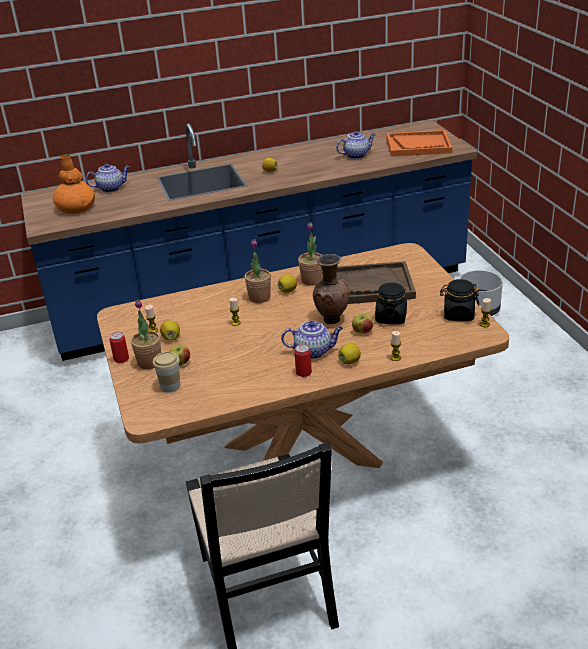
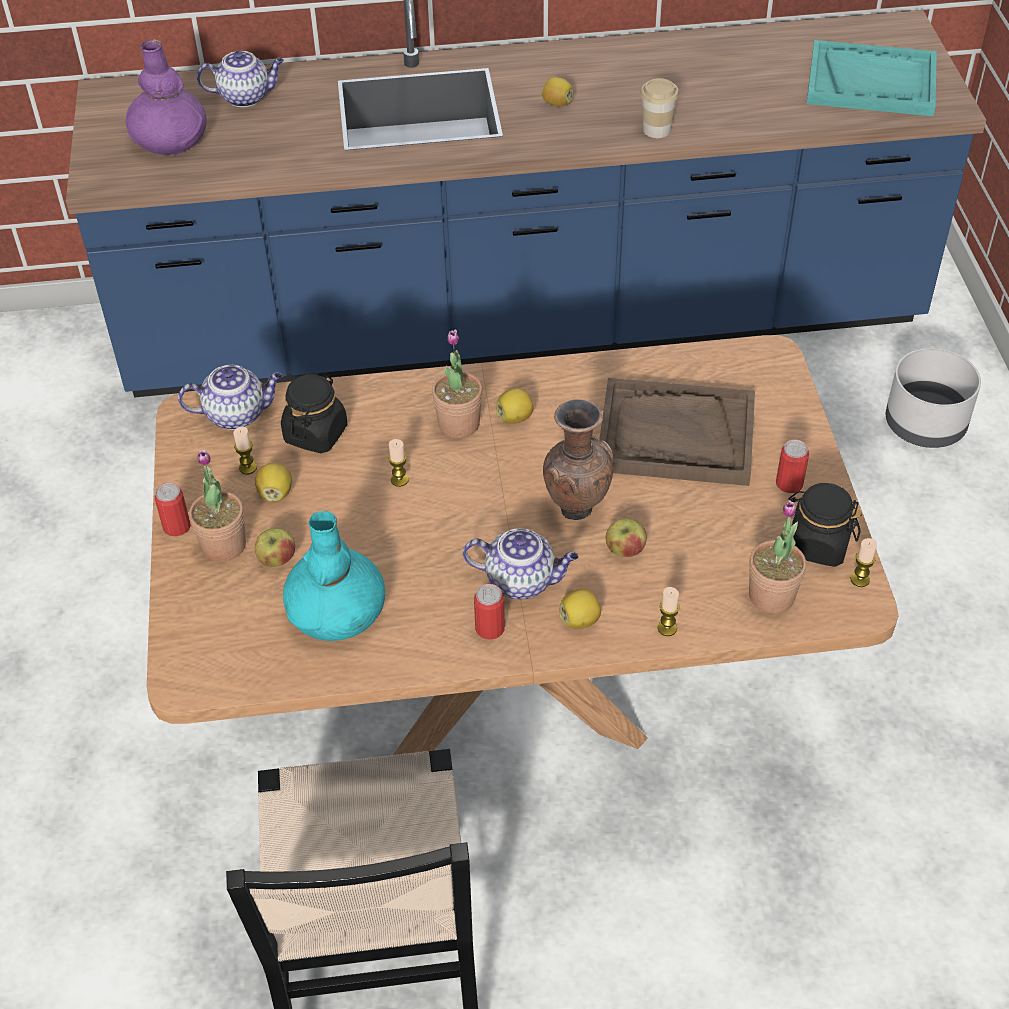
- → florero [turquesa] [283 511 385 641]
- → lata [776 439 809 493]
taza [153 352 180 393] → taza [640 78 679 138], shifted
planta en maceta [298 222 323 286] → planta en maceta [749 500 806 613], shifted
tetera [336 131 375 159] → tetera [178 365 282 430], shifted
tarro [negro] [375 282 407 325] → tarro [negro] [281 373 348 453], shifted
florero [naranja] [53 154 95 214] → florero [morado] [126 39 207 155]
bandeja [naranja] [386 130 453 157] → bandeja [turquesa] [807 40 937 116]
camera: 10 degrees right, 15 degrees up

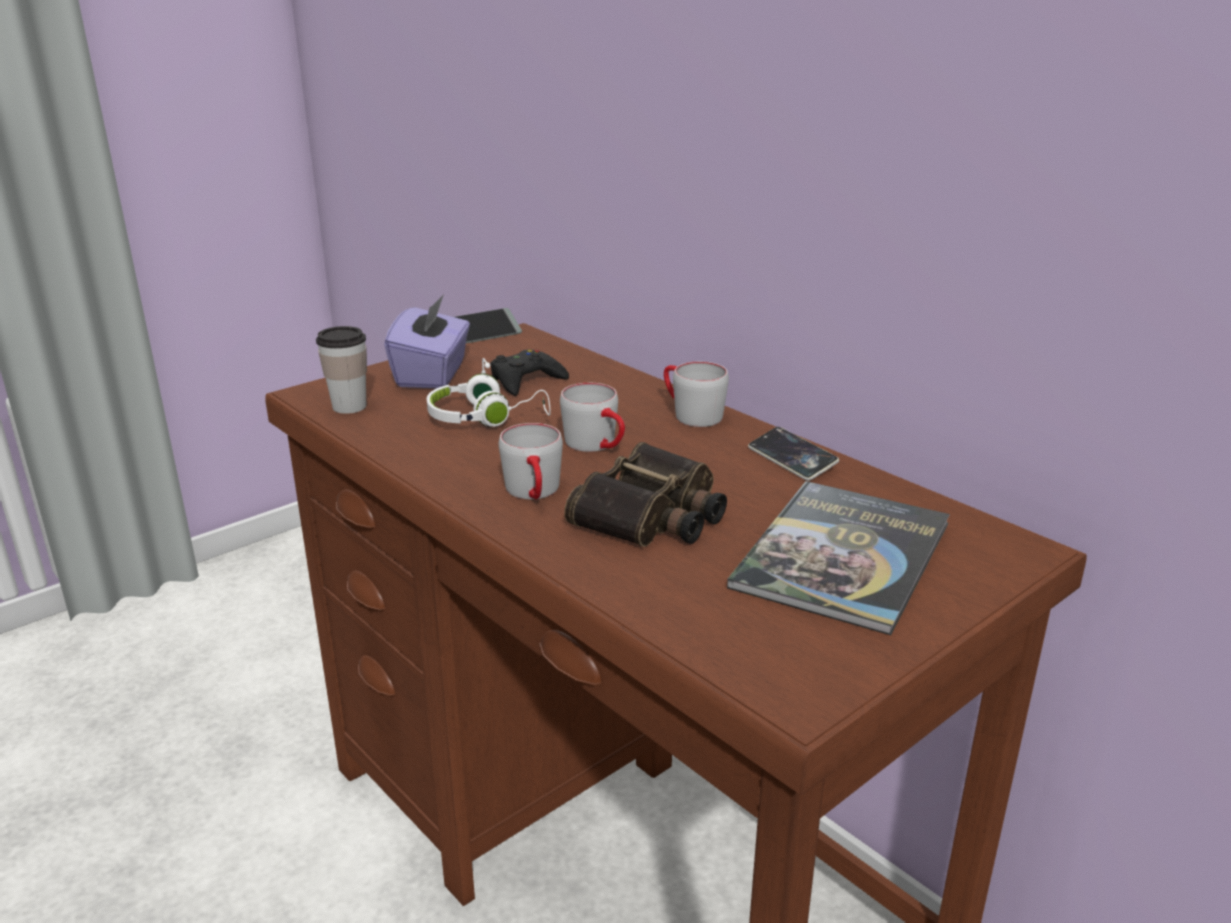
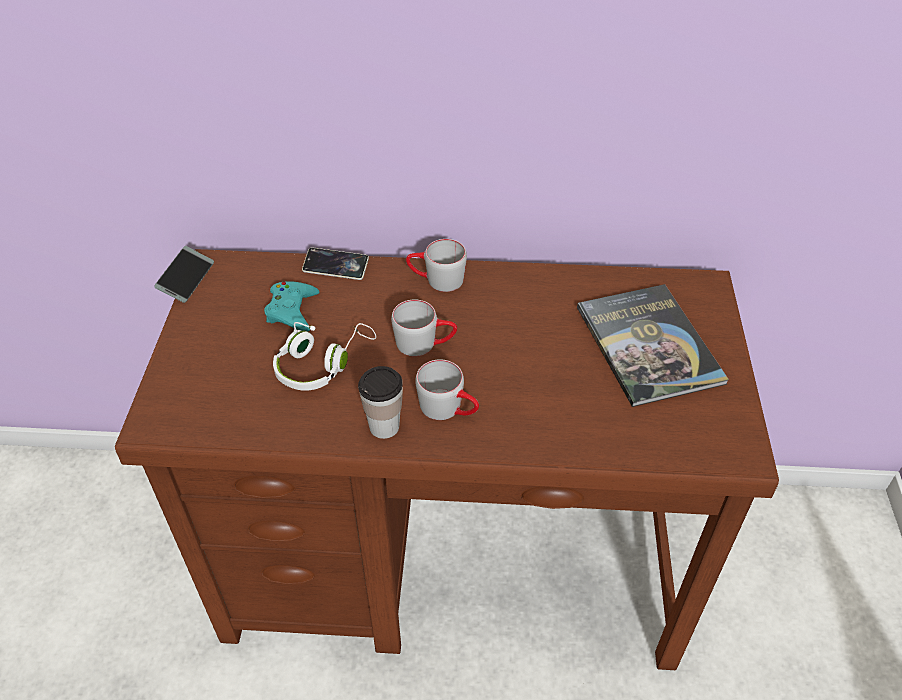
caja de pañuelos [morado] [384 294 470 388] → -
prismáticos [565 442 727 547] → -
taza [316 326 367 414] → taza [358 366 403 439], shifted
móvil [748 427 839 481] → móvil [302 247 369 280], shifted
mando de consola [negro] [490 349 569 396] → mando de consola [turquesa] [264 281 319 331]
camera: 45 degrees left, 20 degrees up

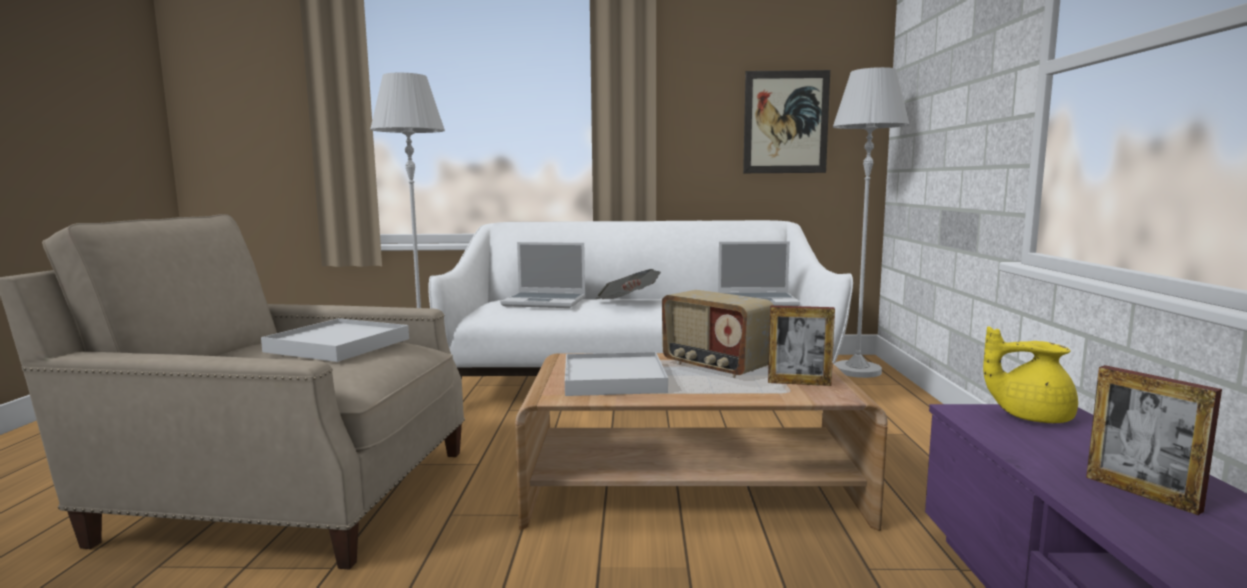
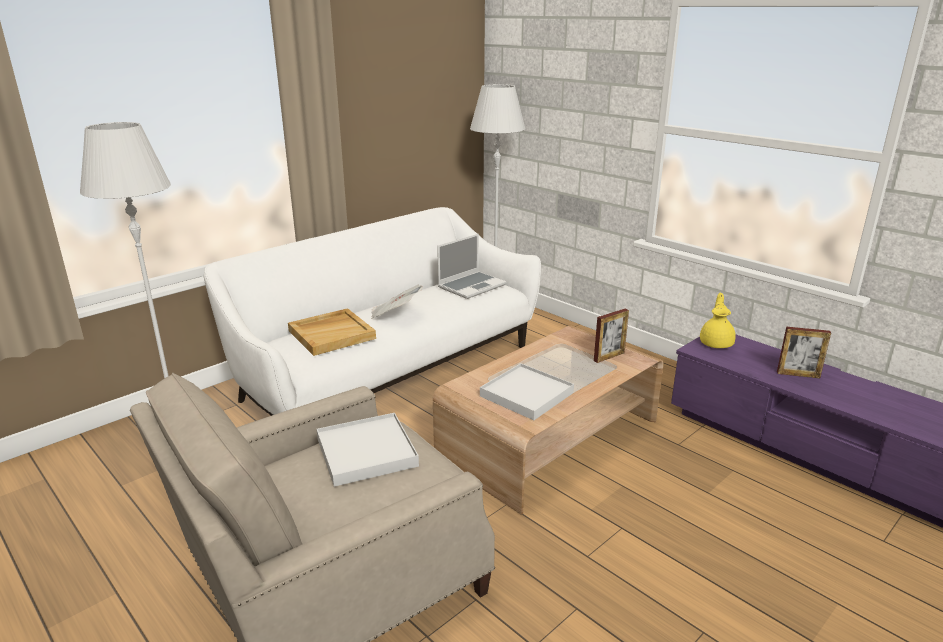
radio [662 290 774 378] → -
cuadro [743 70 830 173] → -
portátil [501 242 586 308] → bandeja [beis] [288 308 376 356]
tetera [amarillo] [983 327 1078 423] → tetera [amarillo] [700 293 736 348], 135 degrees clockwise
camera: 45 degrees left, 15 degrees up

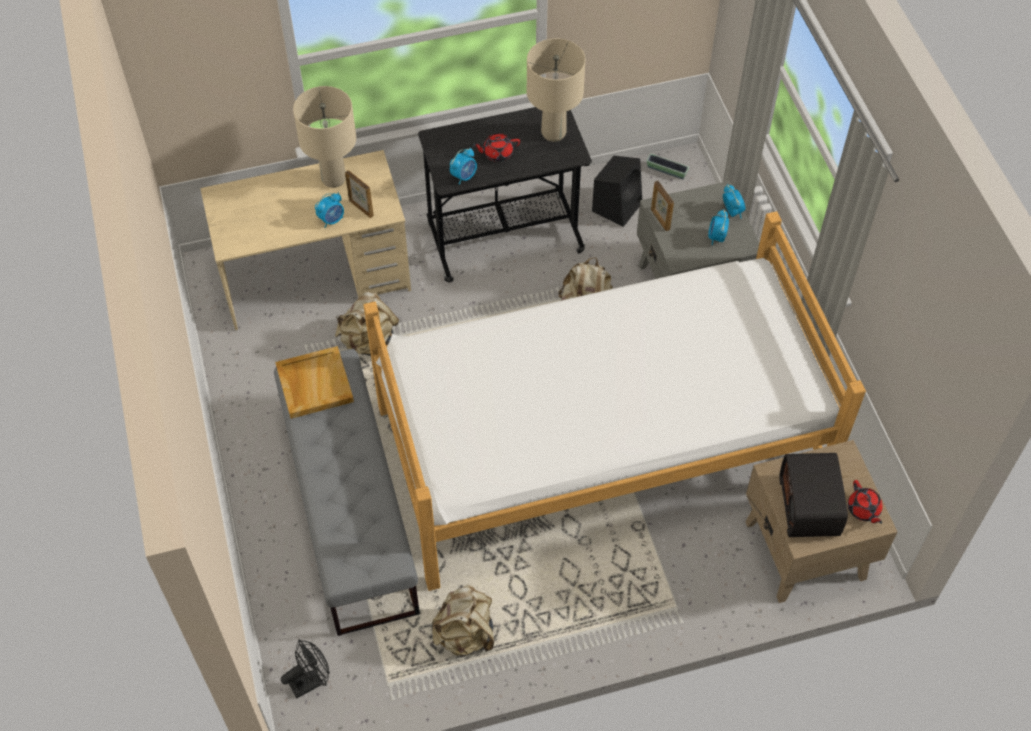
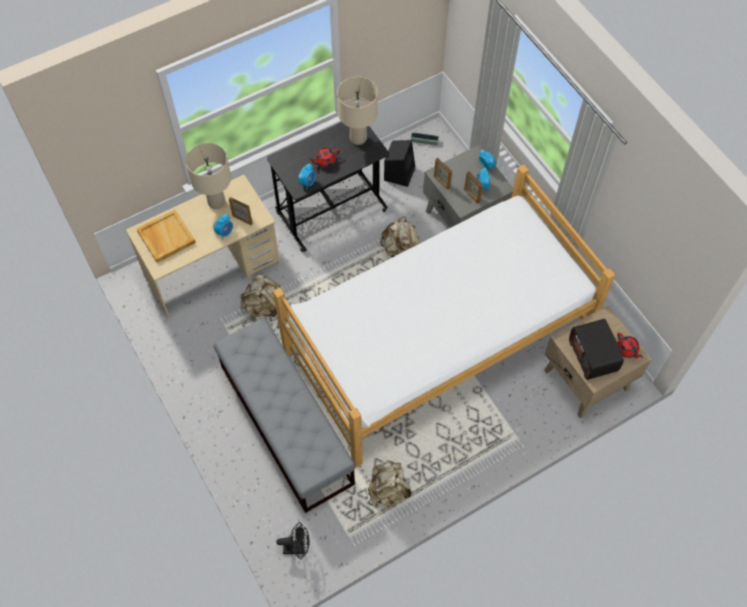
- → portarretratos [464 171 483 203]
bandeja [beis] [275 346 354 419] → bandeja [beis] [137 209 196 263], shifted
ventilador [negro] [281 640 330 698] → ventilador [negro] [276 522 309 559], 45 degrees clockwise
camera: 15 degrees left, 5 degrees up

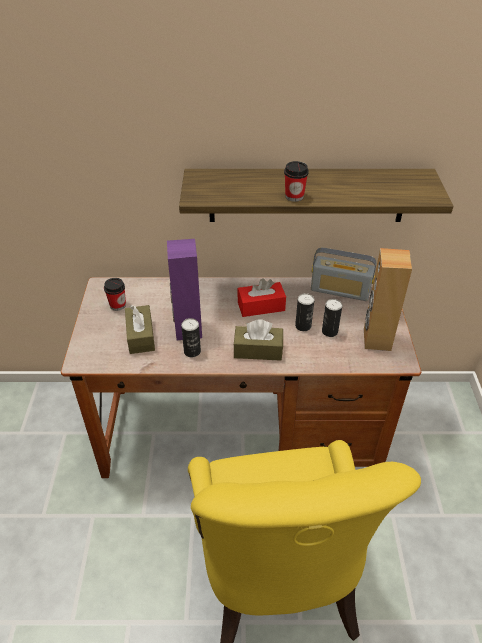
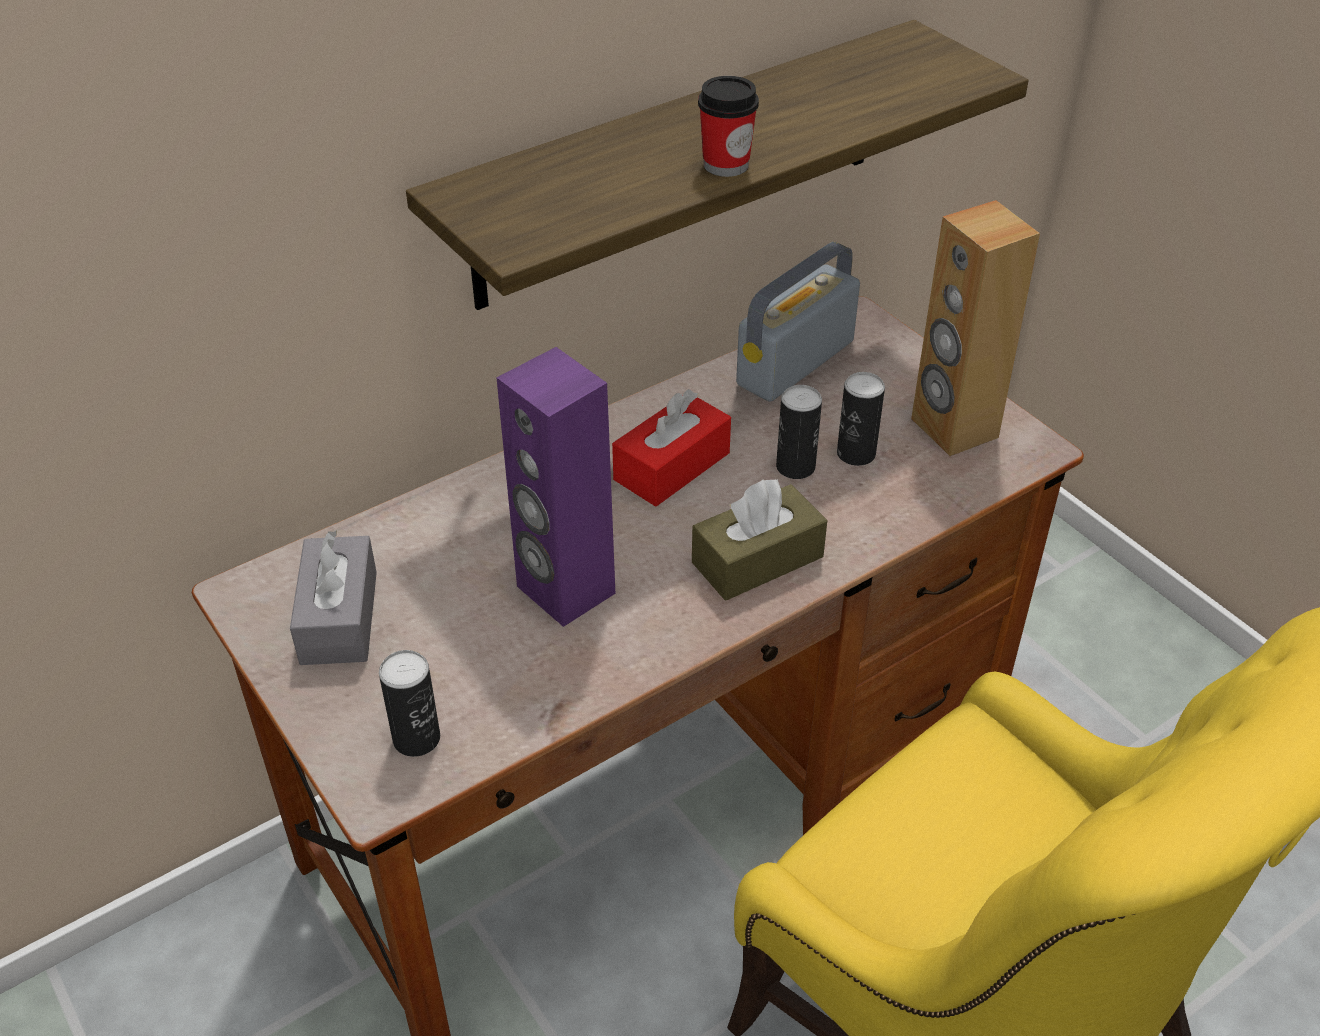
caja de pañuelos [marrón] [125 305 155 354] → -
lata [181 318 201 357] → lata [379 650 440 757], shifted
taza [104 278 126 311] → caja de pañuelos [gris] [290 530 377 665]
radio [311 248 377 301] → radio [736 242 860 402], 150 degrees clockwise
camera: 35 degrees left, 0 degrees up

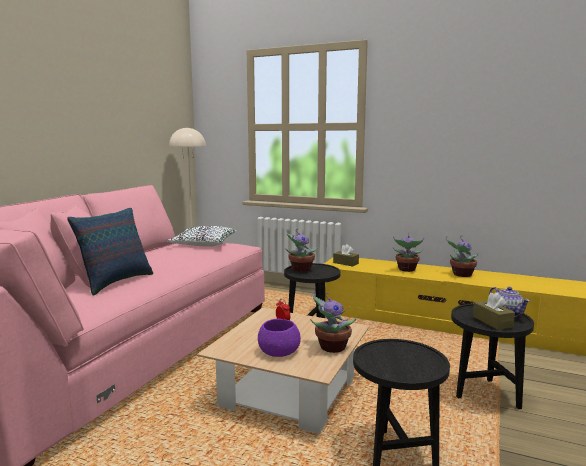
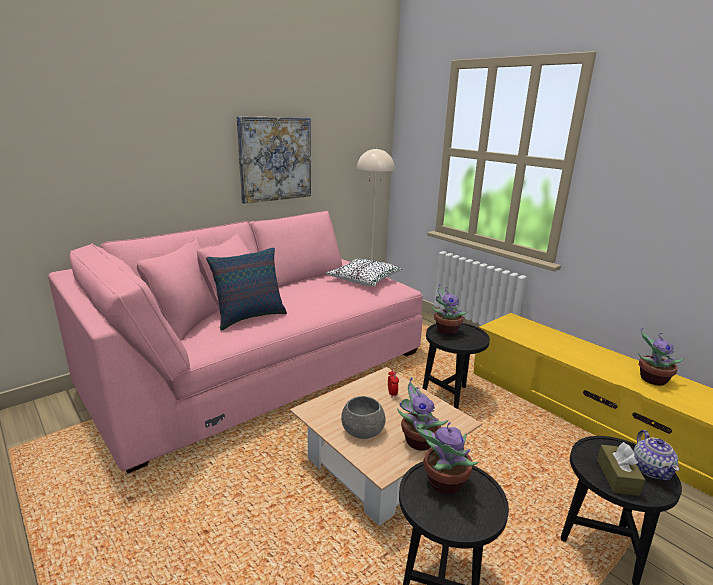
caja de pañuelos [marrón] [333 244 359 267] → -
- → cuadro [237 116 311 204]
planta en maceta [393 232 424 272] → planta en maceta [414 421 479 494], shifted
cuenco [morado] [258 319 301 357] → cuenco [gris] [341 396 385 439]
camera: 25 degrees right, 10 degrees up

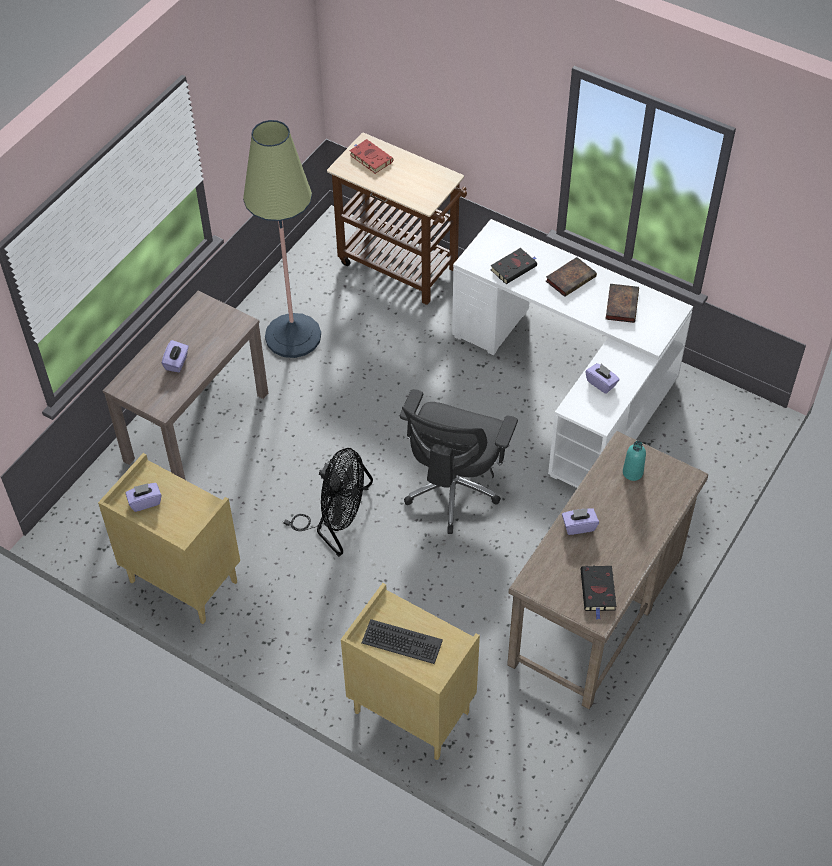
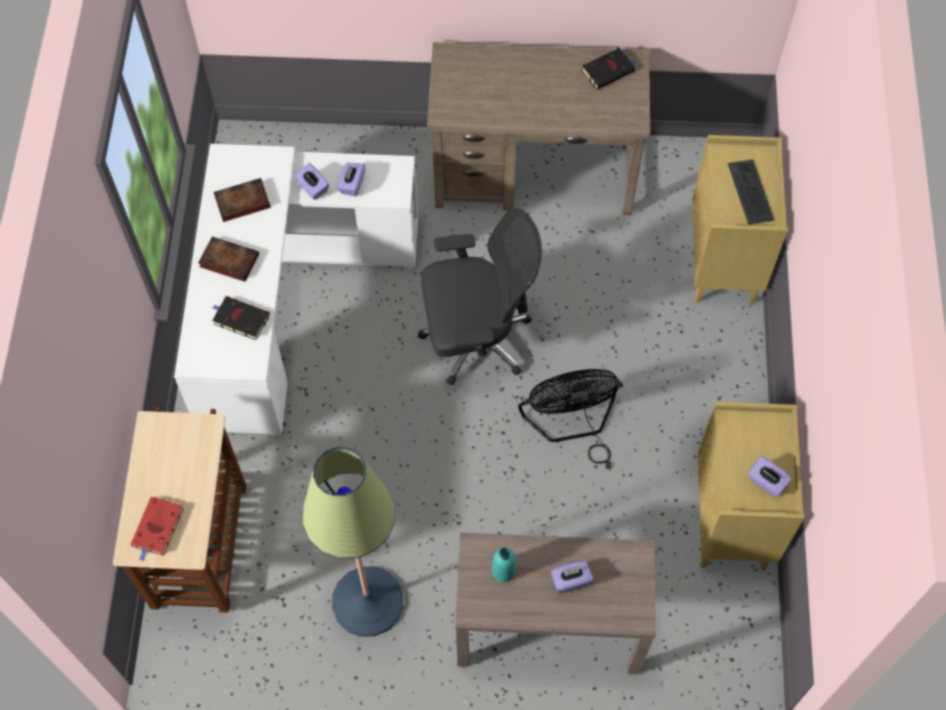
caja de pañuelos [morado] [562 508 599 535] → caja de pañuelos [morado] [294 163 329 200], shifted
botella [turquesa] [623 441 646 481] → botella [turquesa] [492 547 516 582], shifted
camera: 120 degrees left, 10 degrees up

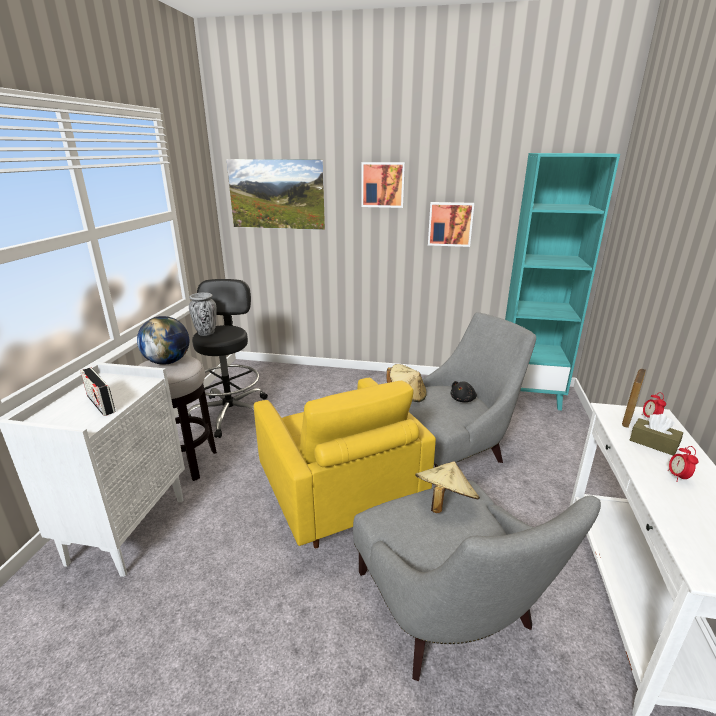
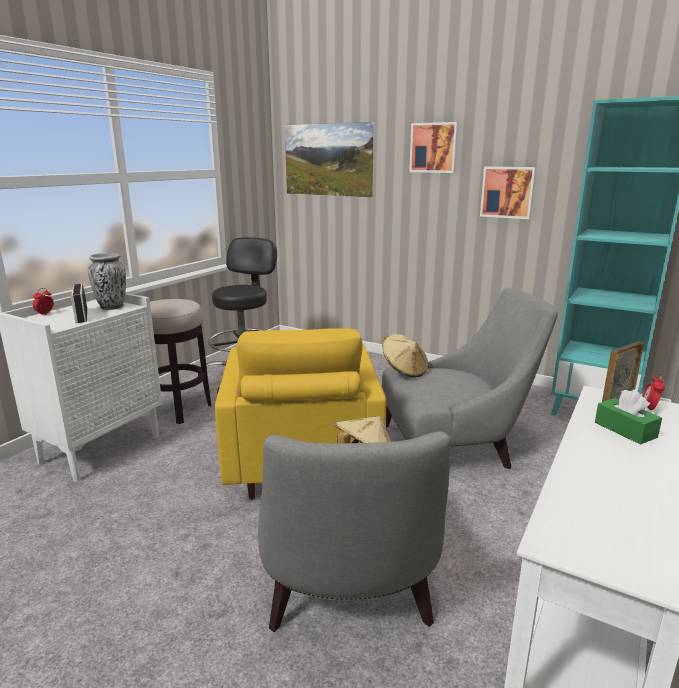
globo terráqueo [137 316 189 365] → -
peluche [negro] [450 381 477 402] → -
florero [189 292 217 336] → florero [88 253 126 310], shifted
despertador [667 446 699 482] → despertador [33 288 54 315], shifted
caja de pañuelos [marrón] [630 414 683 455] → caja de pañuelos [verde] [595 390 662 445]
camera: 20 degrees right, 5 degrees down

